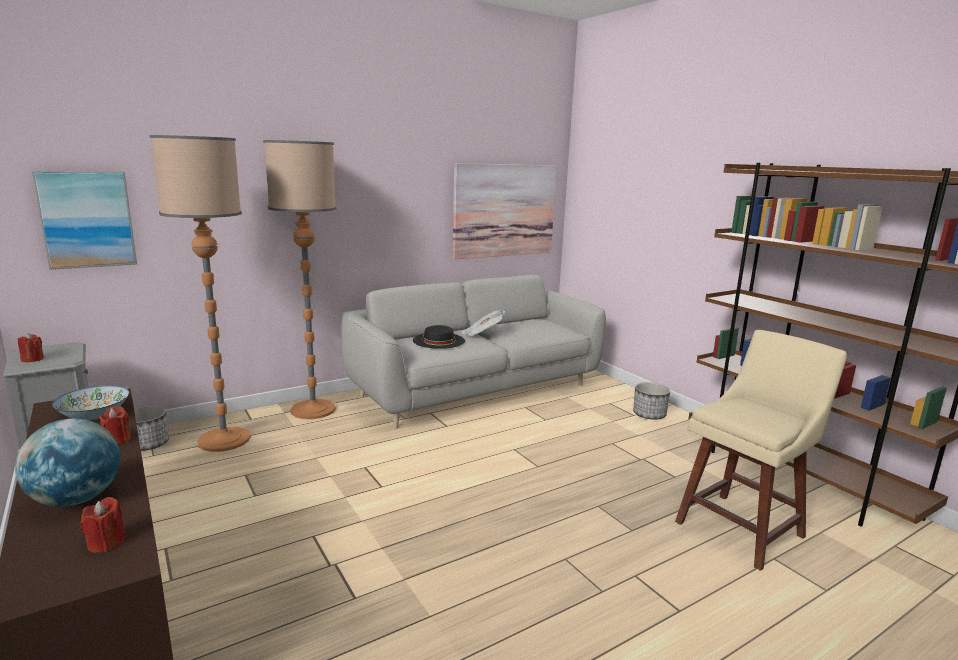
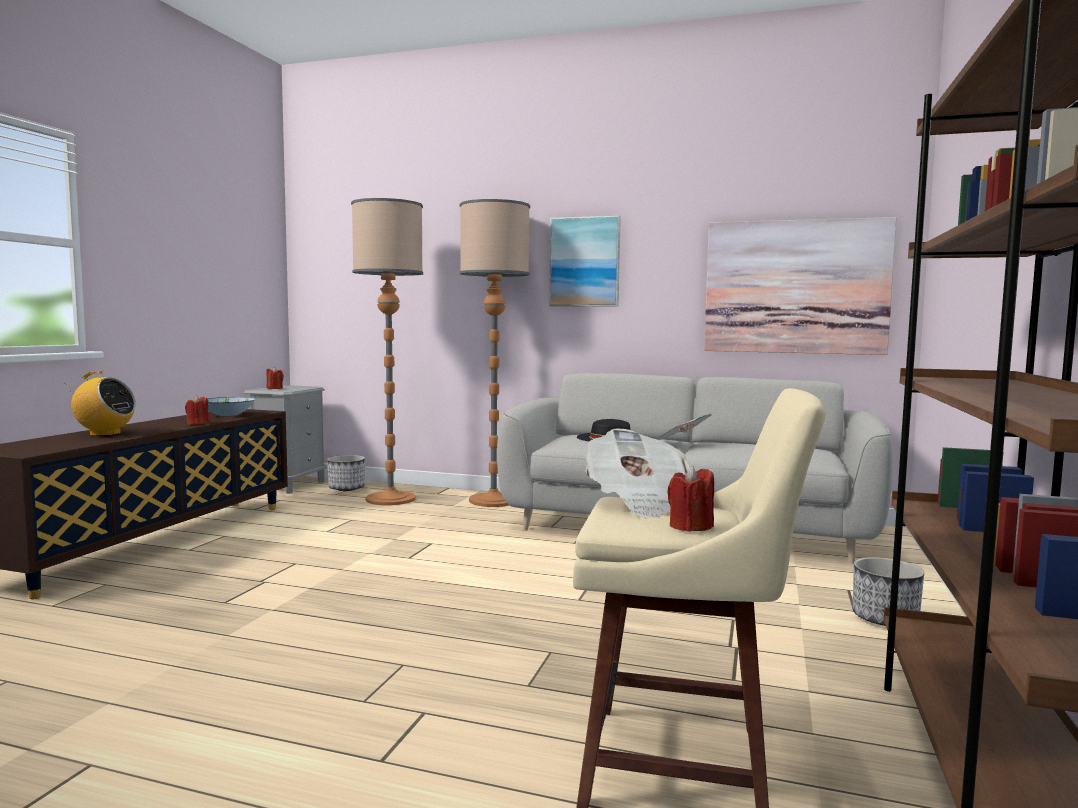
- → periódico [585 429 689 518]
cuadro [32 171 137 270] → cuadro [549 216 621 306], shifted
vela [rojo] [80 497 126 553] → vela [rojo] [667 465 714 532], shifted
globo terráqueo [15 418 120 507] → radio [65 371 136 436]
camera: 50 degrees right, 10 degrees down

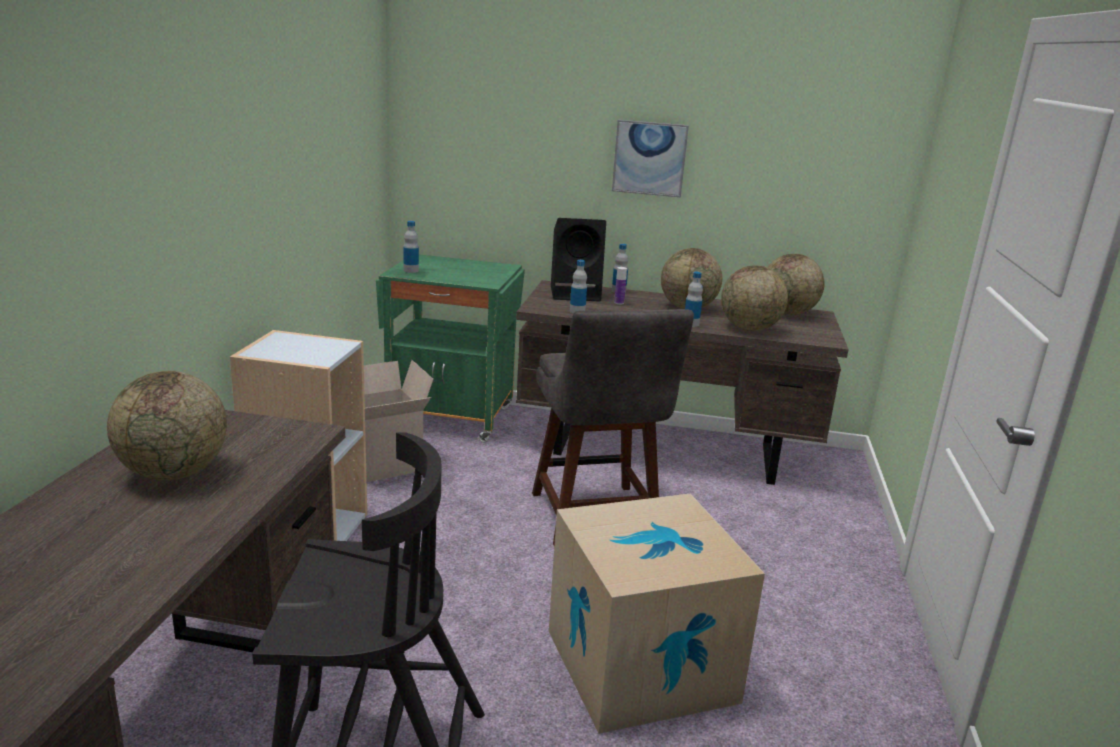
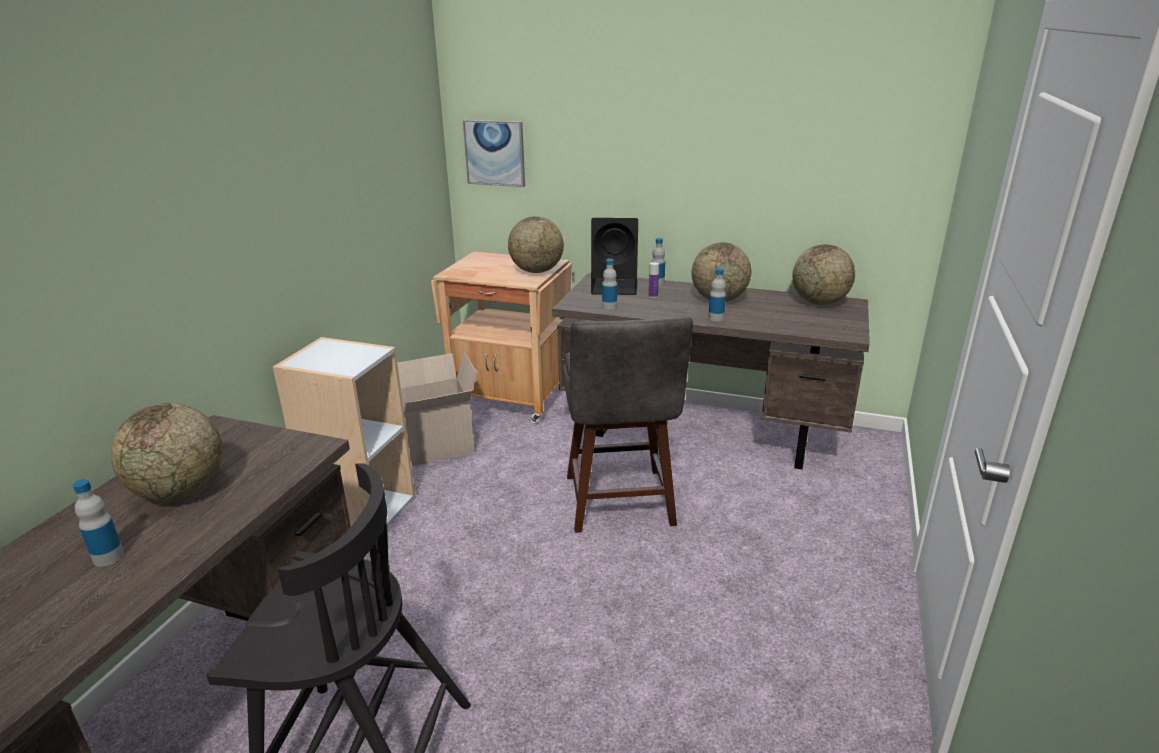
caja de cartón [549 493 765 734] → -
botella [403 221 419 273] → botella [72 479 124 567], shifted
cuadro [612 120 689 197] → cuadro [463 120 525 187], shifted
globo terráqueo [721 266 788 331] → globo terráqueo [508 216 564 273], shifted
carrito [verde] [376 254 525 442] → carrito [marrón] [431 251 572 424]
camera: 10 degrees right, 5 degrees up

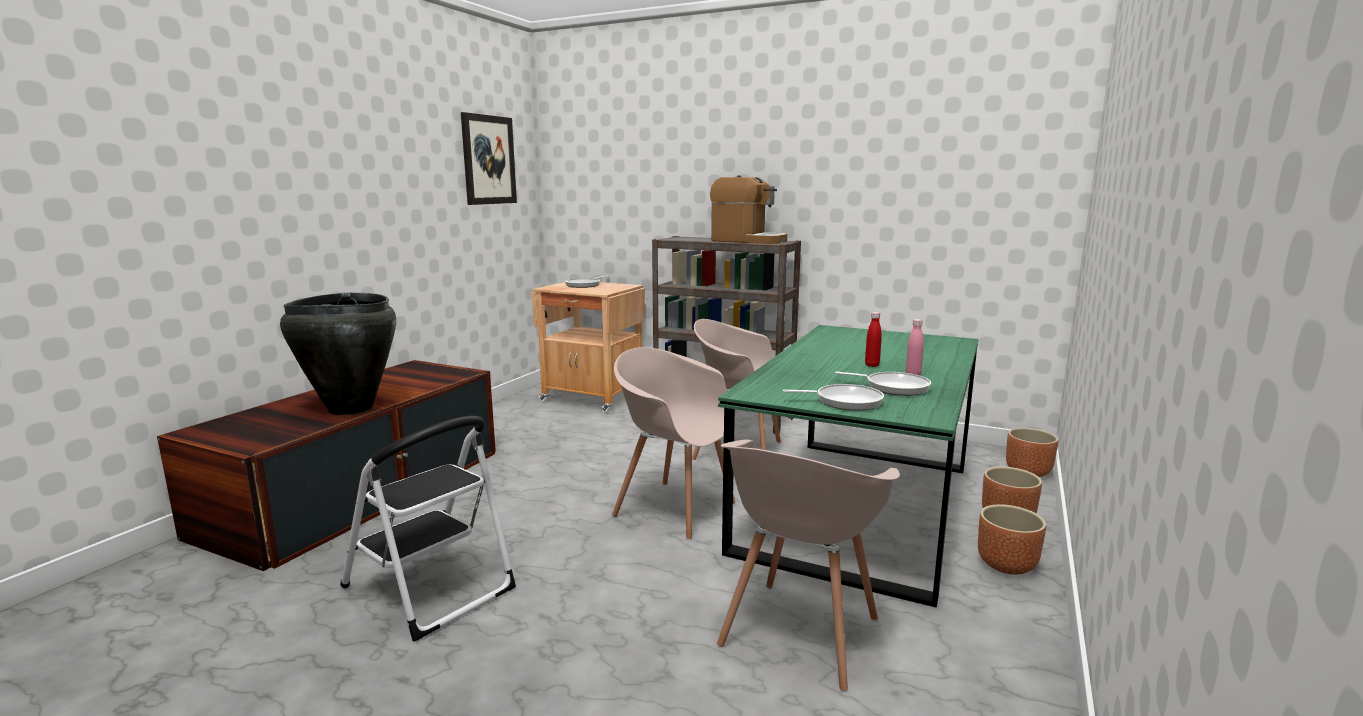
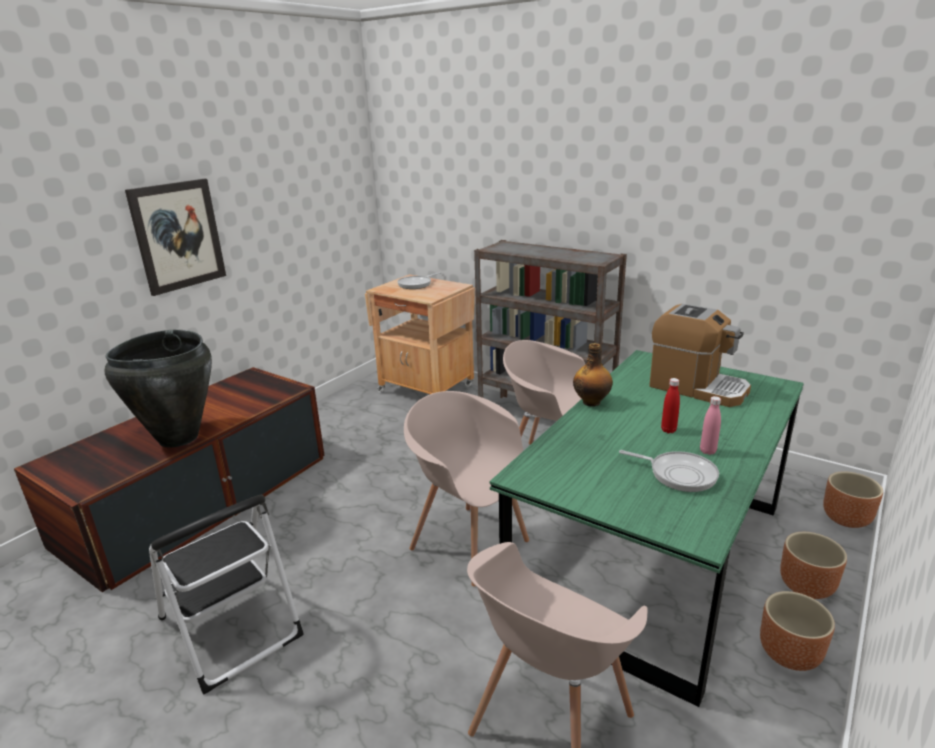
sartén [783 384 884 411] → -
- → botella [573 343 613 406]
cuadro [461 112 517 205] → cuadro [125 179 226 296], shifted
cafetera [710 175 787 244] → cafetera [649 304 751 407], shifted
camera: 10 degrees right, 10 degrees up

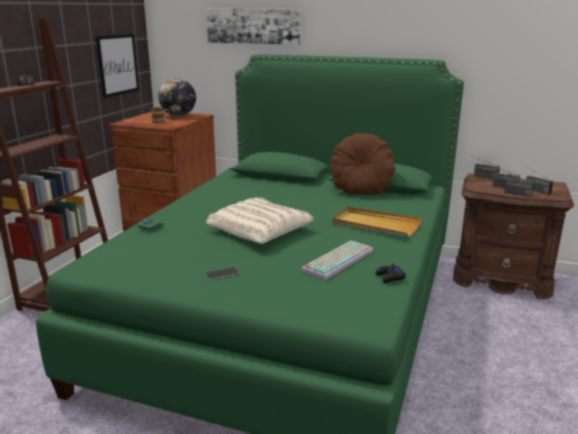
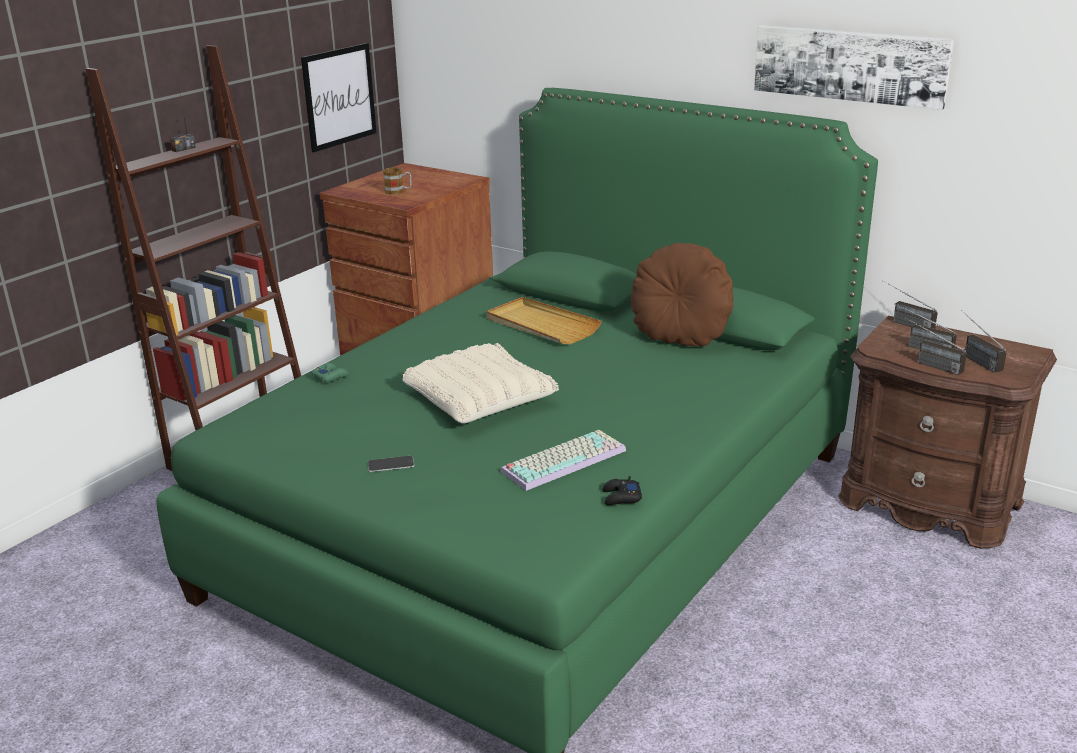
globo terráqueo [158 78 196 116] → -
cuadro [206 8 301 45] → cuadro [754 25 954 110], shifted
bandeja [beis] [332 207 421 237] → bandeja [beis] [487 297 601 344], shifted
camera: 15 degrees right, 5 degrees up

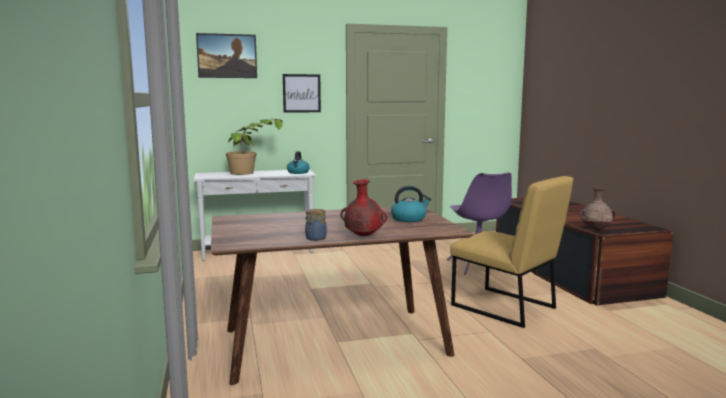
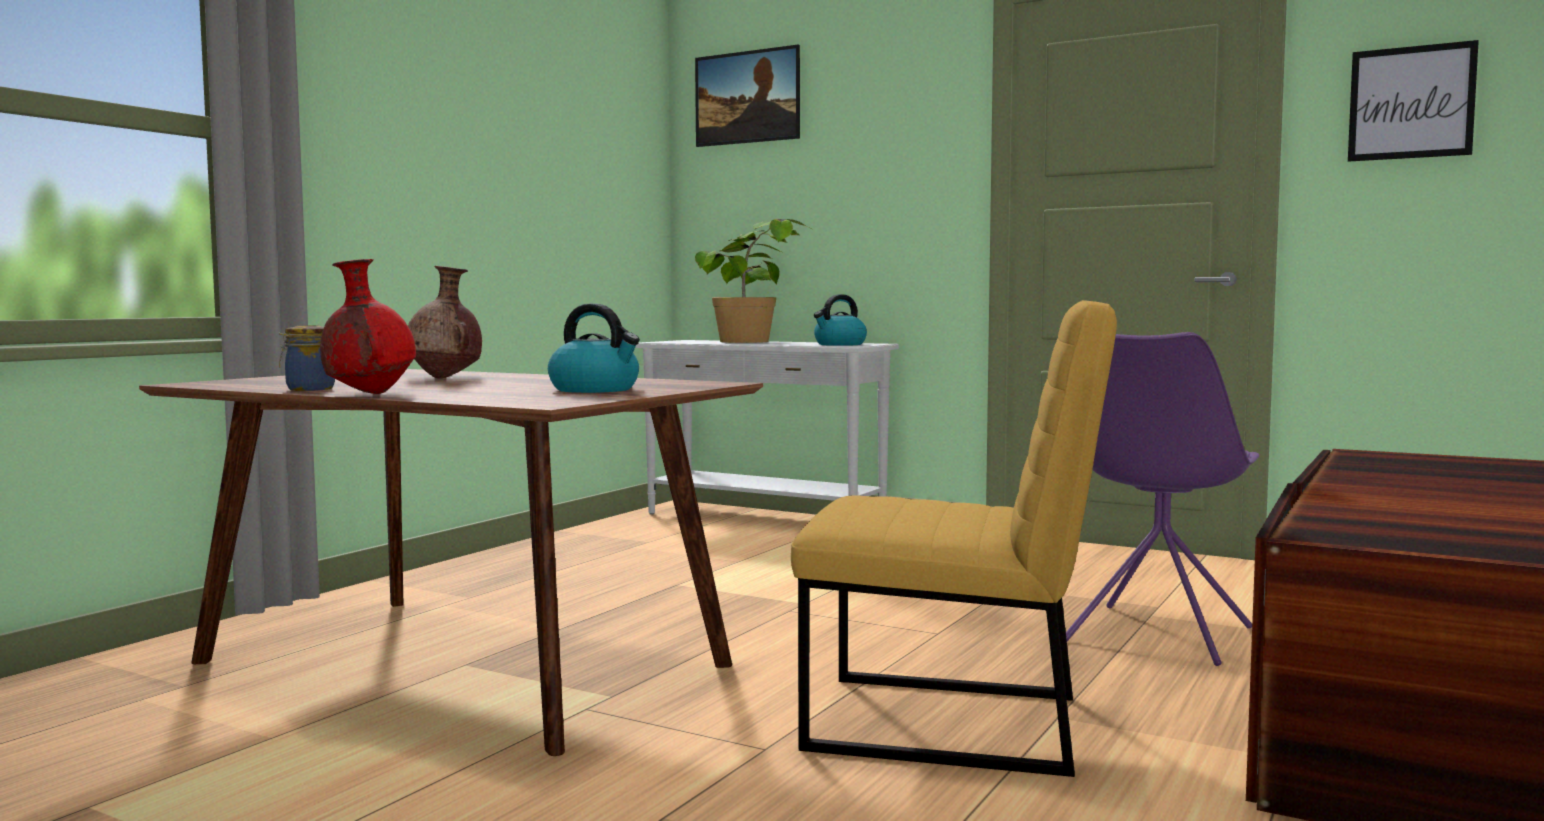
cuadro [283 74 321 113] → cuadro [1348 40 1479 162], shifted
florero [marrón] [579 188 616 230] → florero [marrón] [408 266 482 379], shifted
silla [amarillo] [450 176 573 328] → silla [amarillo] [791 300 1117 777], 75 degrees counterclockwise
camera: 45 degrees right, 5 degrees down

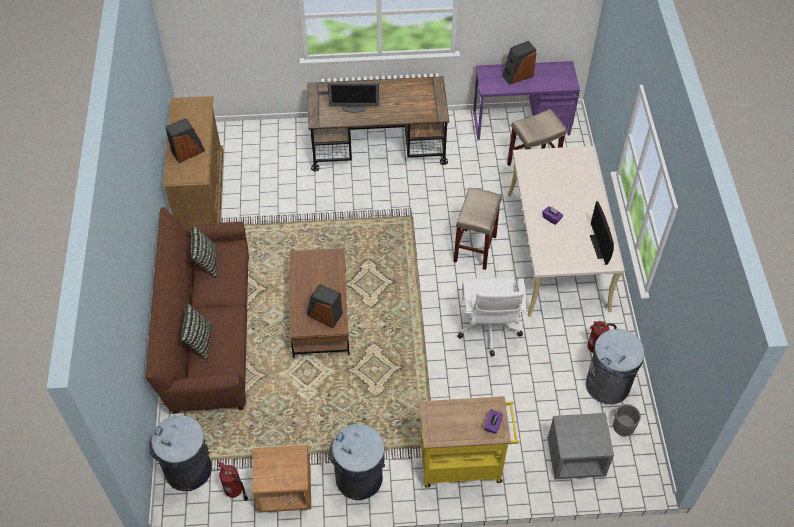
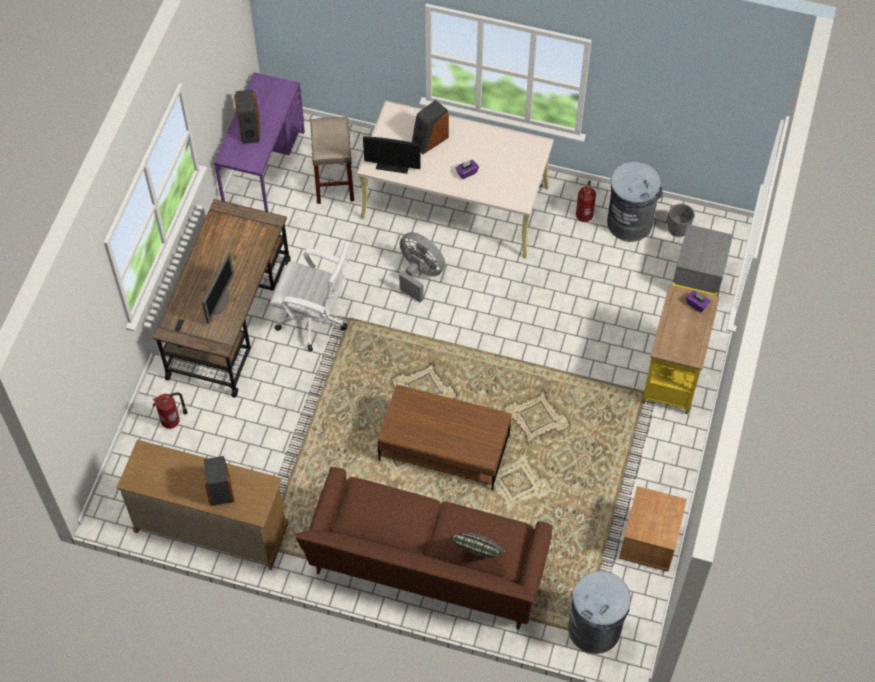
cojín [190 226 217 278] → -
papelera [gris] [328 424 385 500] → -
extintor [218 461 248 501] → extintor [152 392 188 429], shifted
altavoz [307 285 343 328] → altavoz [412 100 449 154], shifted
silla de oficina [blanco] [457 277 527 356] → silla de oficina [blanco] [270 242 350 352], shifted
monitor [590 201 614 265] → monitor [363 136 421 174], shifted
taburete [beis] [453 187 502 270] → ventilador [gris] [399 232 446 303]
camera: 70 degrees left, 5 degrees up

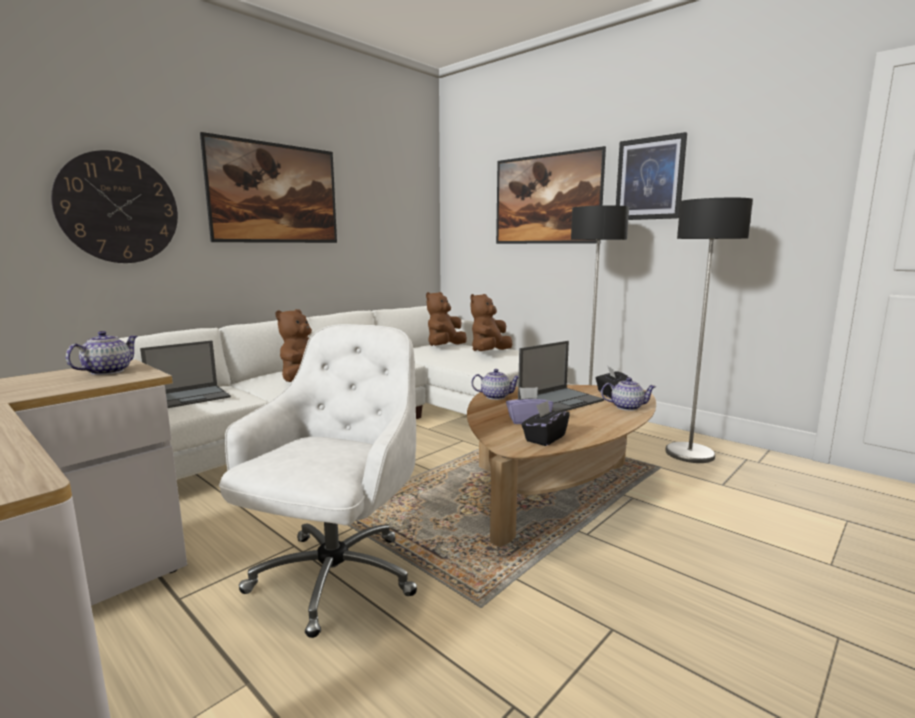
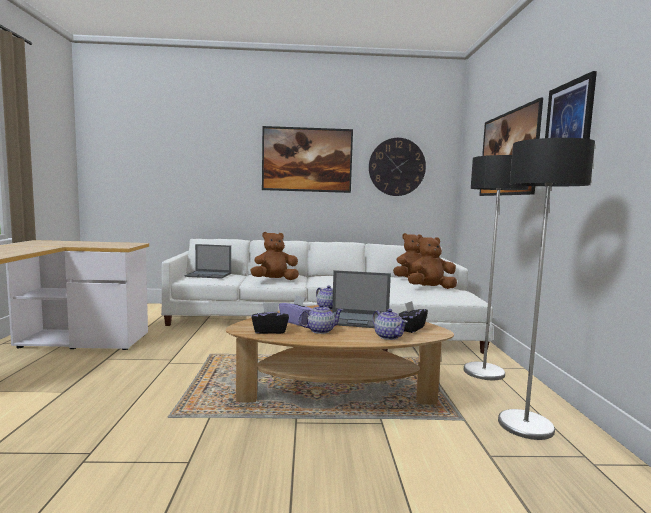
silla de oficina [blanco] [219 324 417 638] → -
reloj de pared [51 150 178 263] → reloj de pared [369 138 426 196], shifted
tetera [66 331 138 375] → tetera [298 304 343 334], shifted
camera: 45 degrees right, 5 degrees down

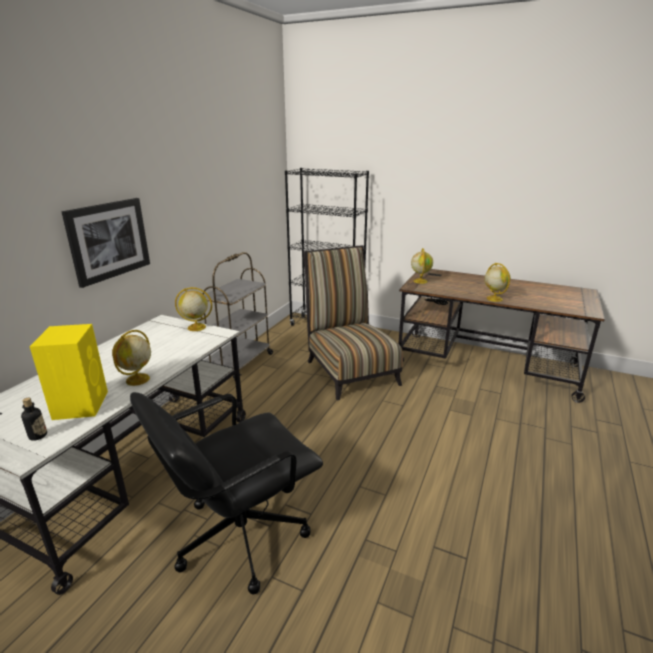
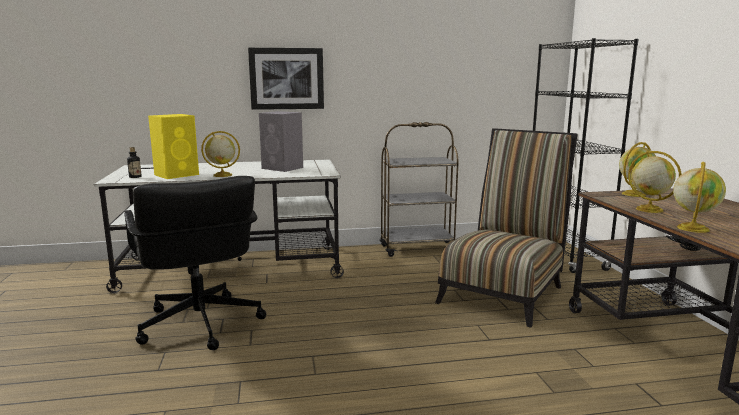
- → altavoz [gris] [259 111 303 172]
globo terráqueo [175 287 212 331] → globo terráqueo [628 151 682 213], shifted
silla de oficina [negro] [130 392 323 594] → silla de oficina [negro] [124 176 266 350], 135 degrees counterclockwise
camera: 55 degrees right, 10 degrees down

